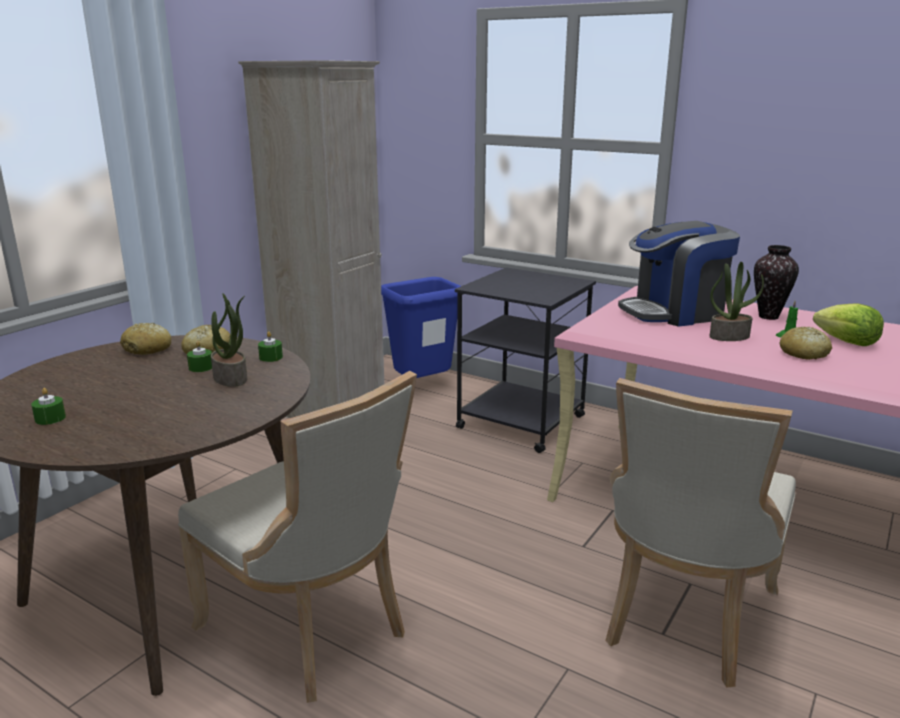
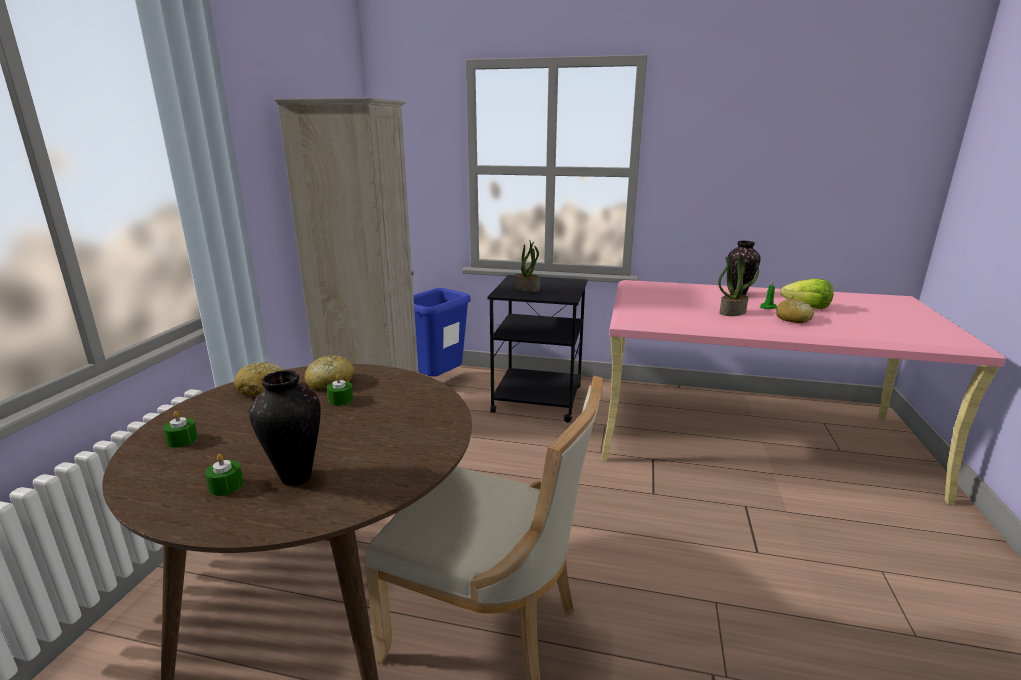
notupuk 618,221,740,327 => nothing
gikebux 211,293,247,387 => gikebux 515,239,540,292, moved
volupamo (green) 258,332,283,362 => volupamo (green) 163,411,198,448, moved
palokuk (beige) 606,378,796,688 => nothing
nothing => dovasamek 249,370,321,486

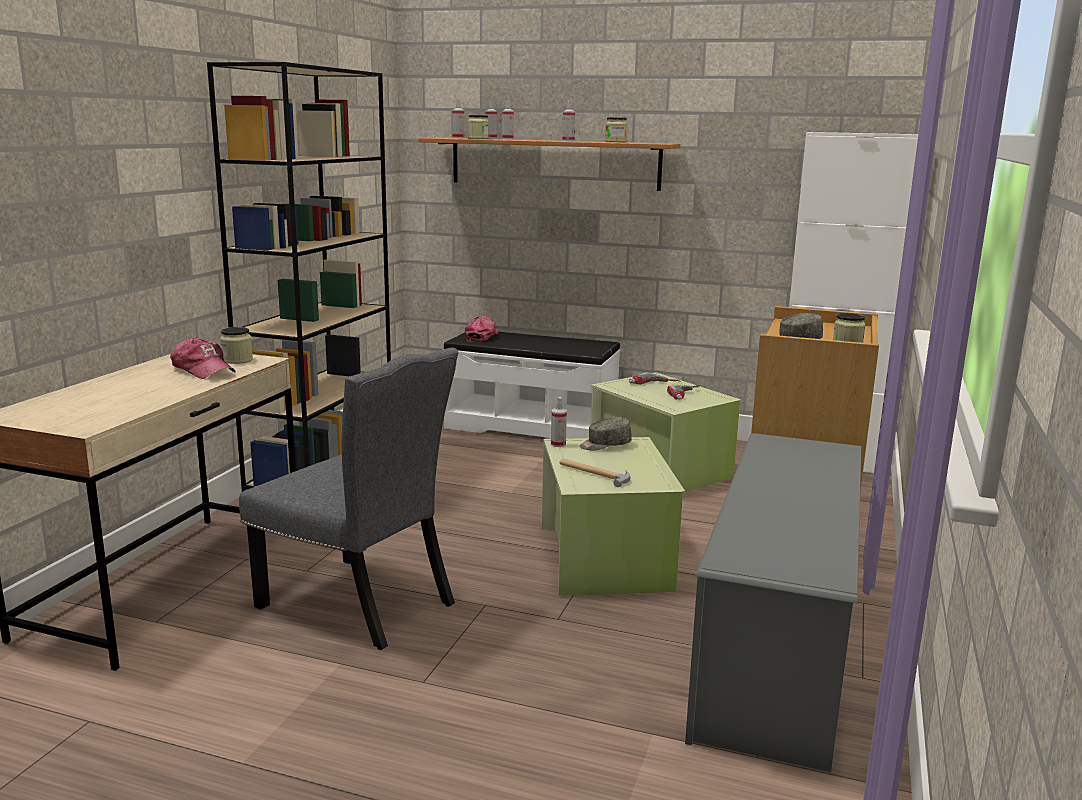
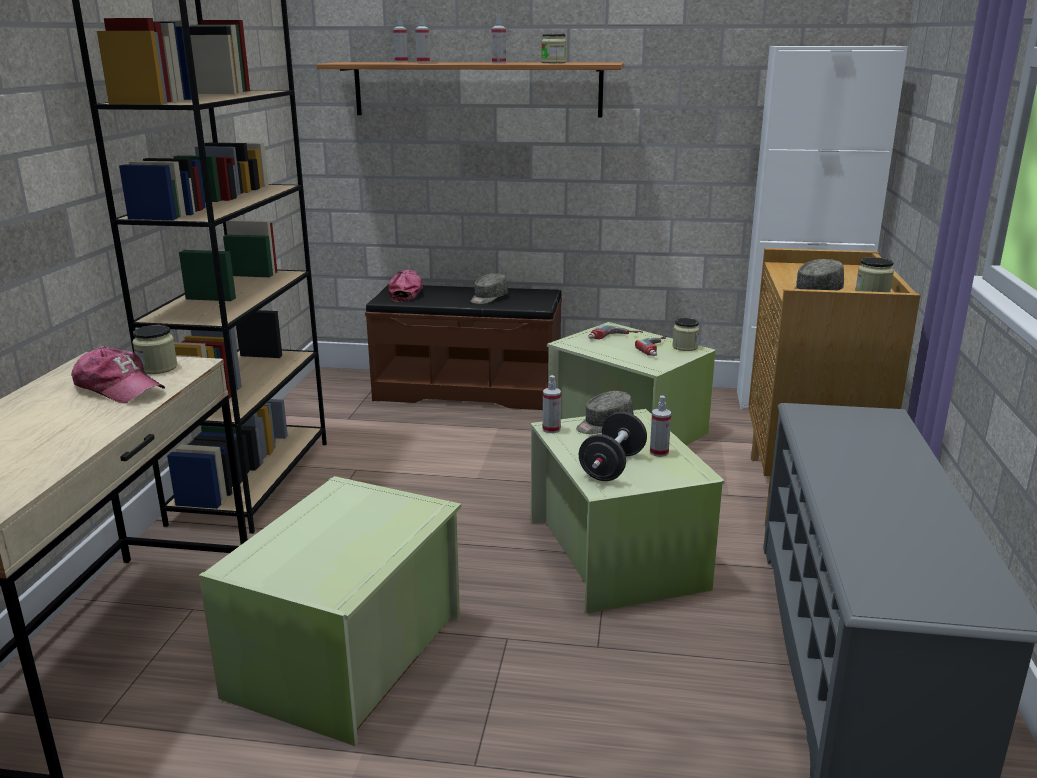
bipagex 452,99,464,138 => bipagex 650,396,671,457, moved
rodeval 468,115,489,139 => rodeval 672,318,700,351, moved
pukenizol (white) 444,332,620,439 => pukenizol (brown) 365,285,562,410
palokuk (grey) 239,347,458,650 => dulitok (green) 199,476,461,746
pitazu 559,458,631,487 => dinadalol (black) 579,412,647,481
nothing => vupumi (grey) 470,273,508,304

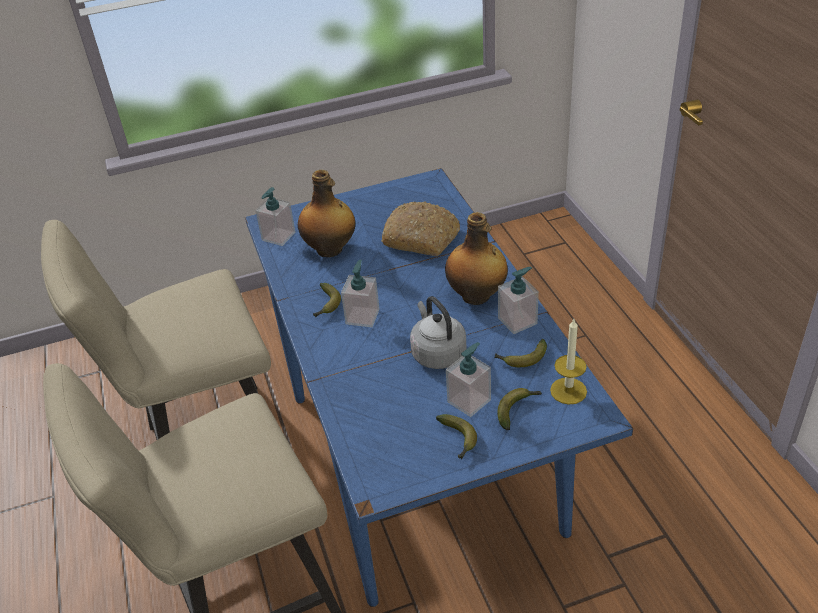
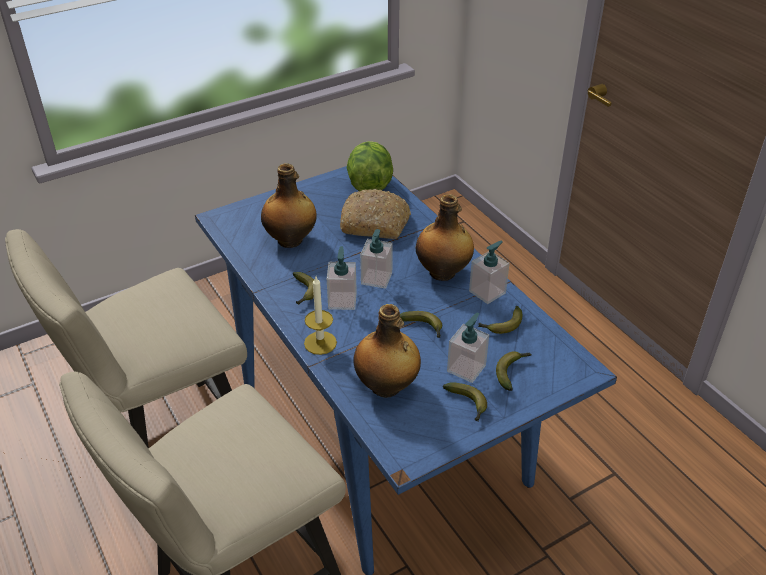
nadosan 255,187,295,246 => nadosan 360,229,393,289, moved
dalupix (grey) 410,296,466,369 => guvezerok 400,311,442,338
volupamo 550,319,587,405 => volupamo 304,277,337,355, moved
nothing => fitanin 347,141,393,191
nothing => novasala 354,304,421,398

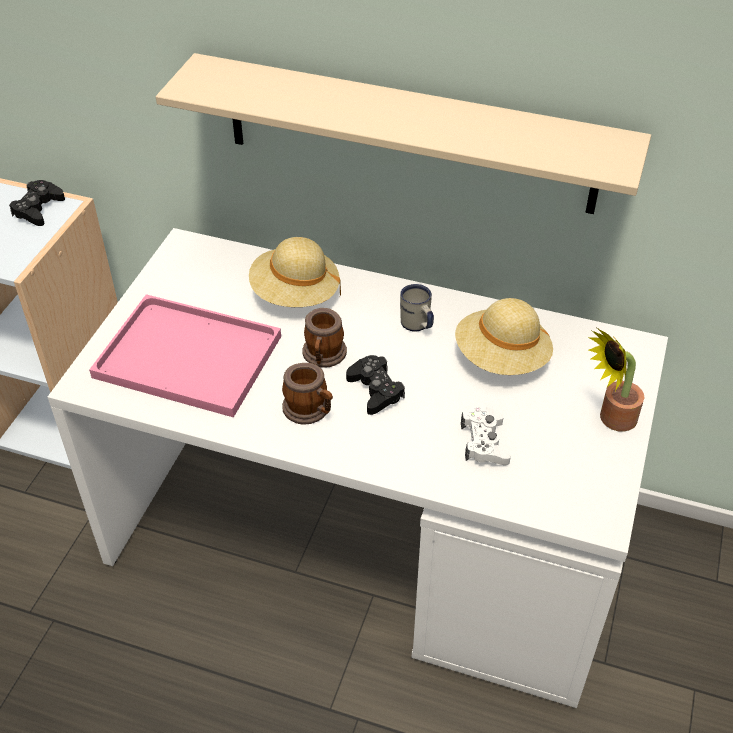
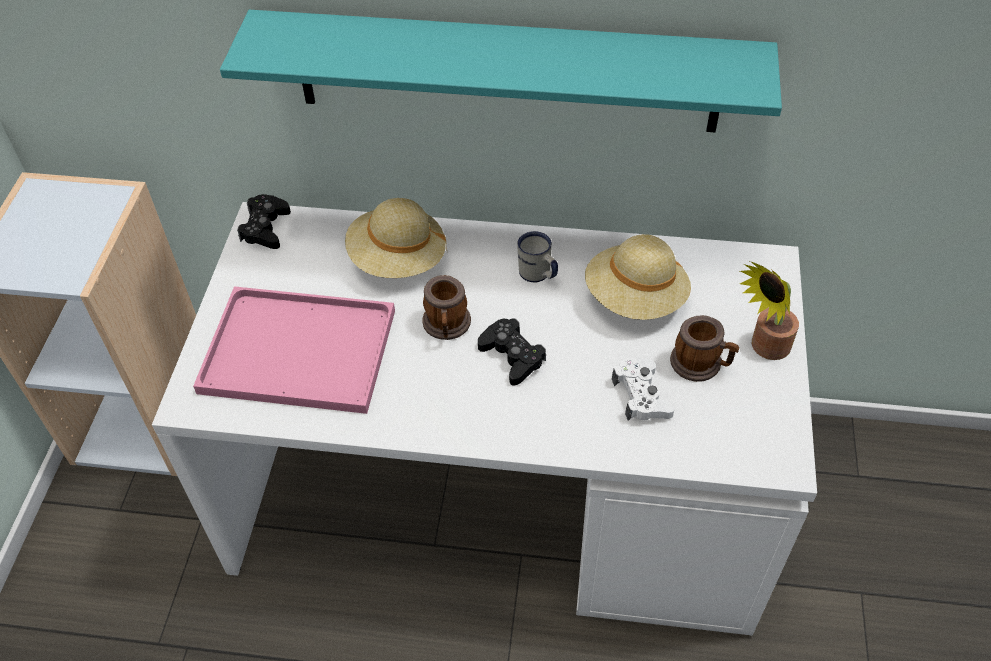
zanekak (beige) 156,53,651,214 => zanekak (turquoise) 220,10,782,132
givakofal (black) 9,180,65,226 => givakofal (black) 237,194,291,249, moved
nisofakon 282,363,333,425 => nisofakon 670,315,739,382, moved

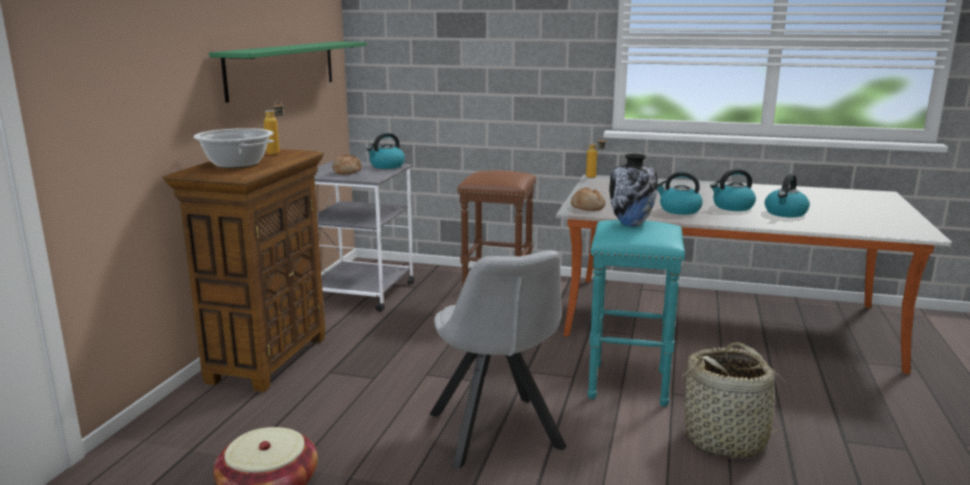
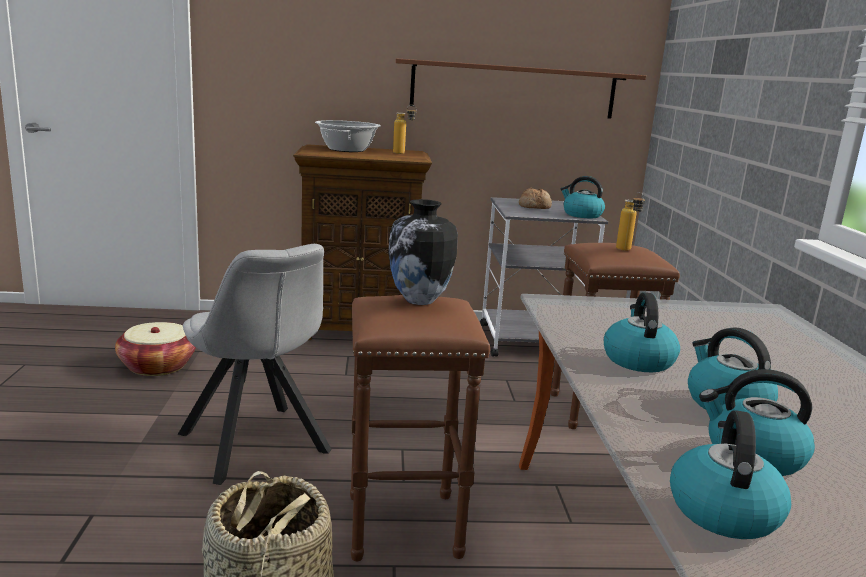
zanekak (green) 209,42,367,103 => zanekak (brown) 395,58,646,119
novasala 586,136,607,178 => novasala 616,192,645,251, moved
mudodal 571,187,606,211 => nothing
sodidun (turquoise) 588,220,685,407 => sodidun (brown) 350,295,490,561
palokuk (grey) 429,250,567,469 => palokuk (grey) 177,244,332,485, 90 degrees counterclockwise
nothing => dalupix 670,410,791,539

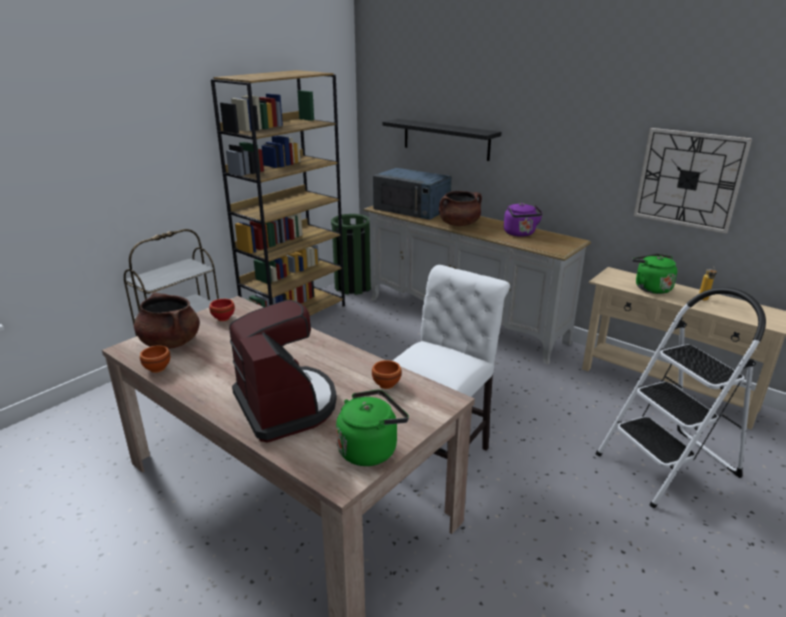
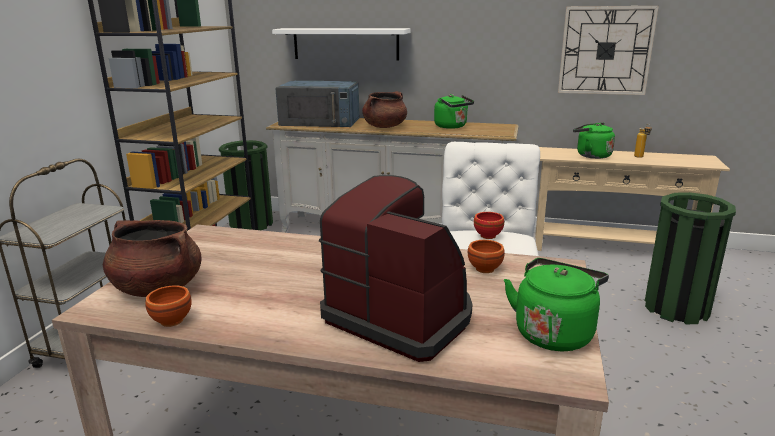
zanekak (black) 382,119,501,161 => zanekak (white) 272,28,411,61
dalupix (purple) 504,203,543,237 => dalupix (green) 434,94,474,129
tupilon 596,288,766,508 => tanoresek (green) 645,192,736,324
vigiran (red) 209,299,235,321 => vigiran (red) 474,212,504,239, moved

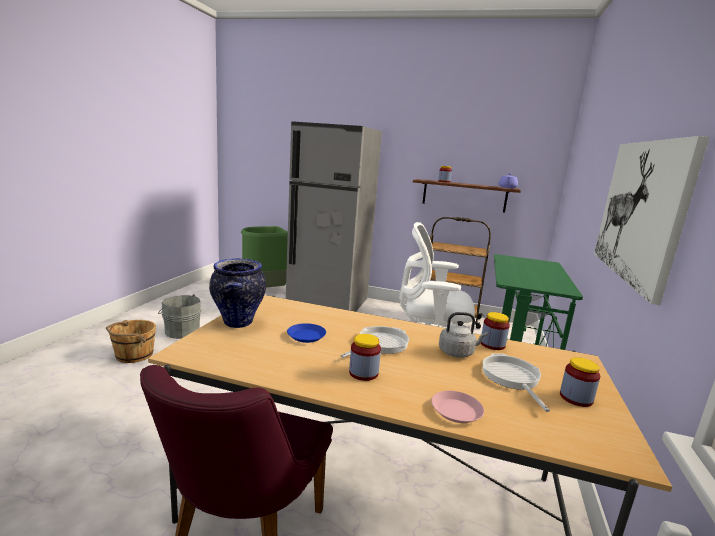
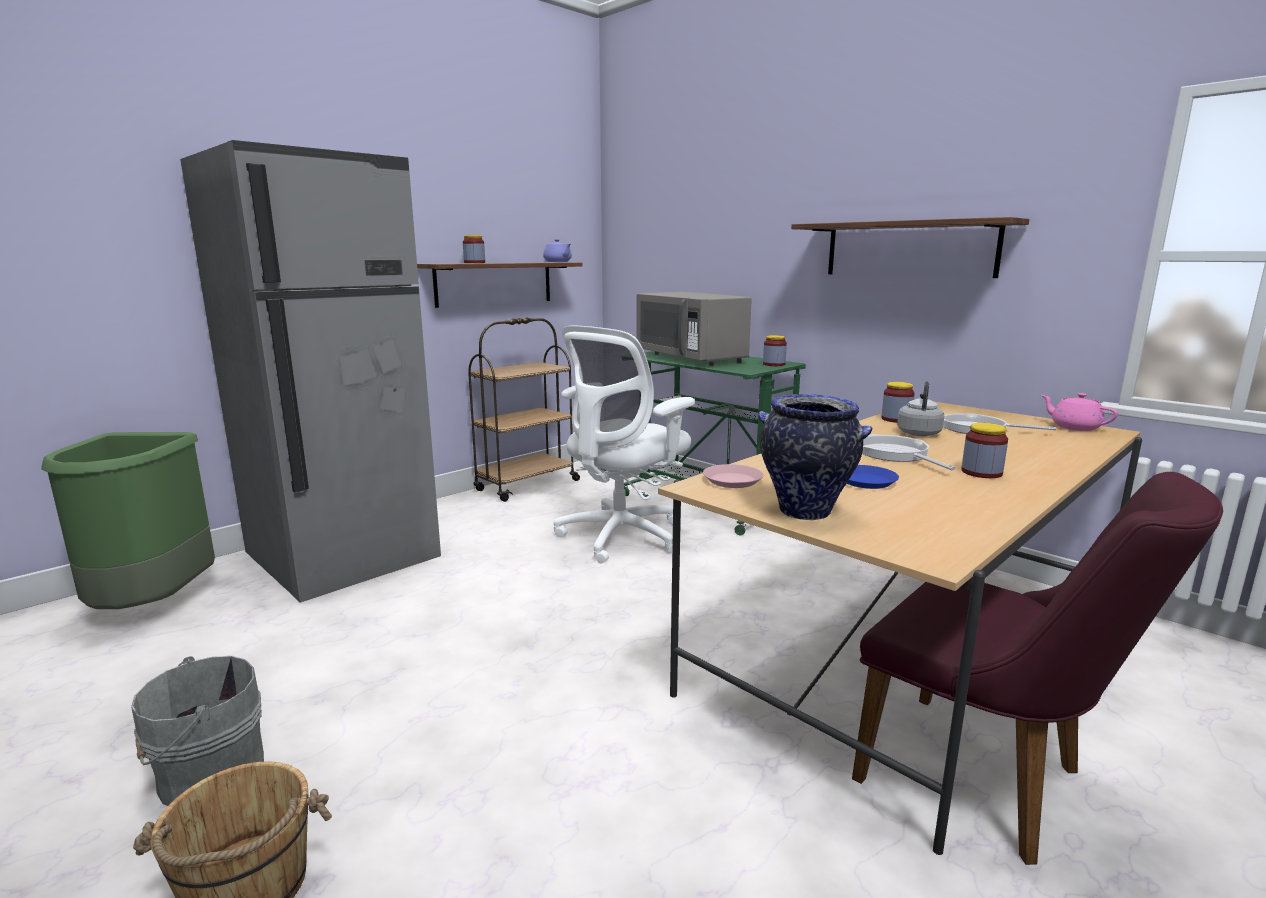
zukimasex 594,136,709,305 => zanekak 791,217,1029,278
rodeval 560,357,600,407 => rodeval 763,335,787,366, moved
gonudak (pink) 431,391,484,423 => gonudak (pink) 703,464,764,488, moved
nothing => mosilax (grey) 637,292,752,366
nothing => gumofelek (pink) 1041,393,1118,431

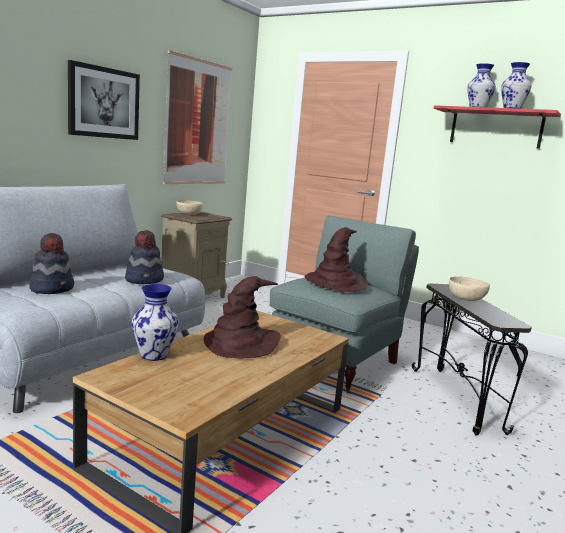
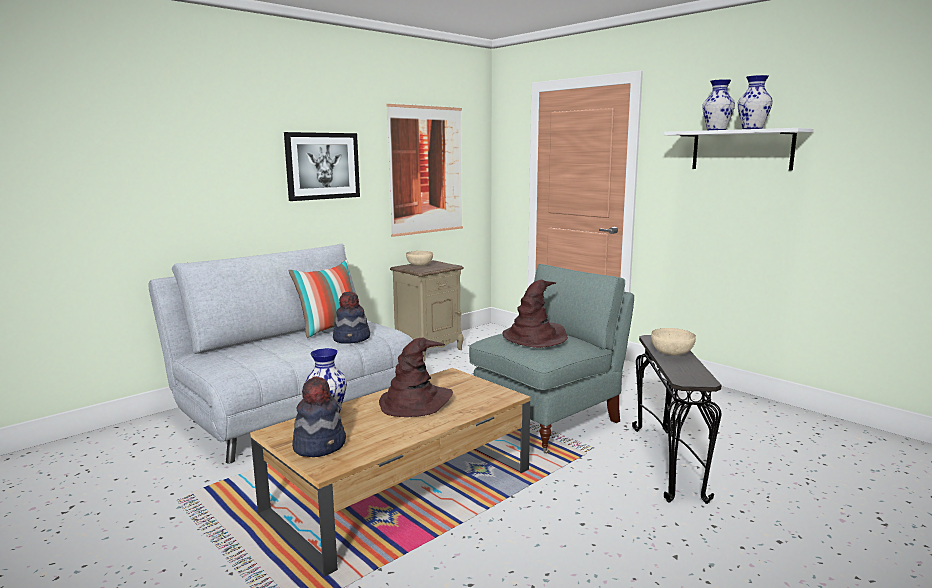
zanekak (red) 434,105,561,149 => zanekak (white) 664,128,814,171
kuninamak 29,233,74,294 => kuninamak 292,376,346,457, moved
nothing => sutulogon 288,260,353,338

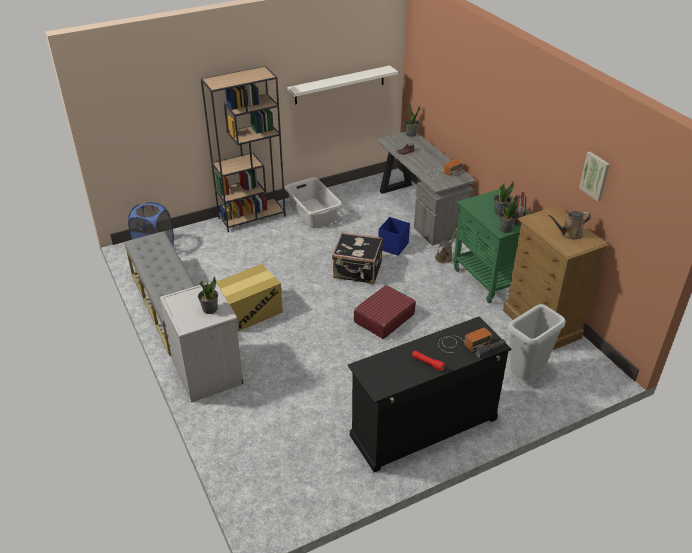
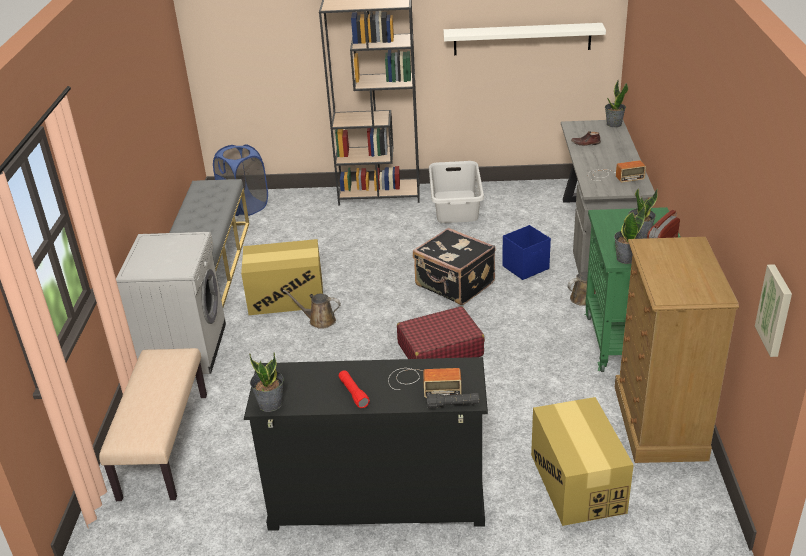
zukimasex 579,152,610,201 => zukimasex 755,264,792,357, moved
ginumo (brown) 548,211,591,240 => ginumo (brown) 283,290,341,329, moved
gikebux 198,276,218,314 => gikebux 249,352,284,412, moved
tanoresek (grey) 508,304,566,379 => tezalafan 531,397,634,526
nothing => pukenizol (beige) 99,348,207,501

